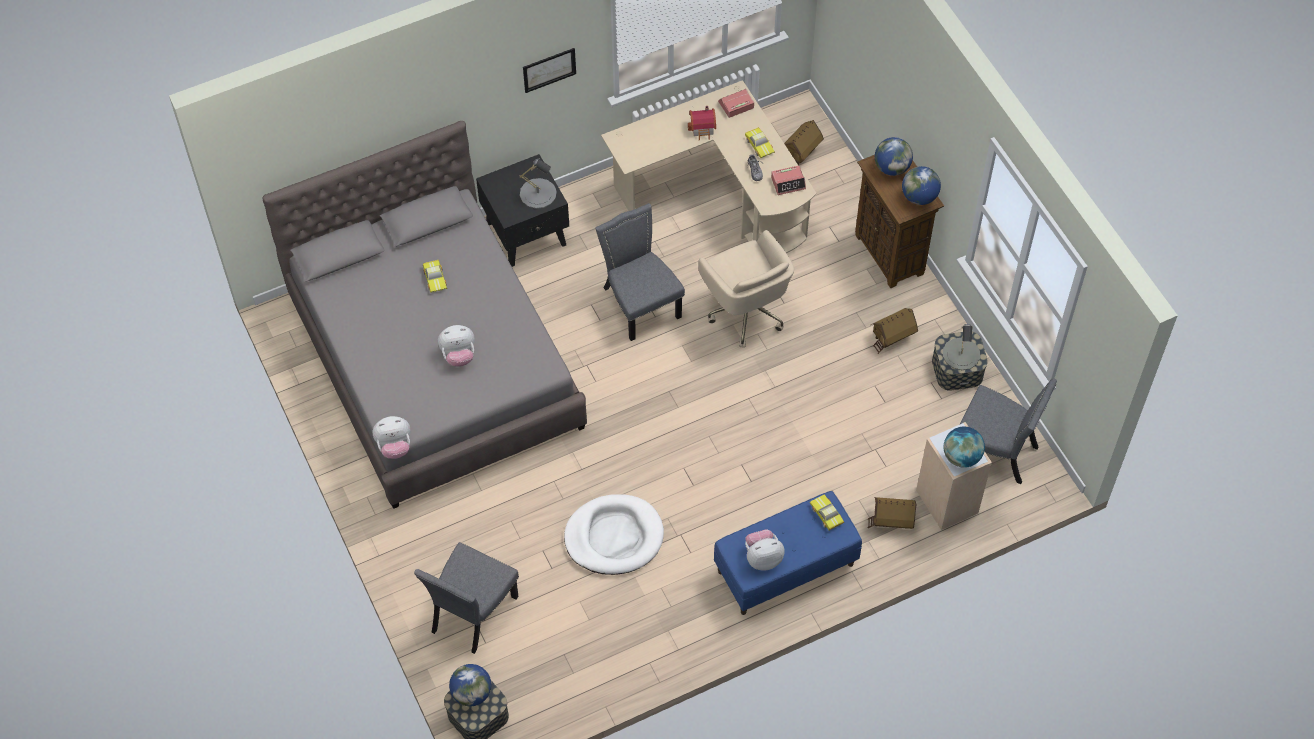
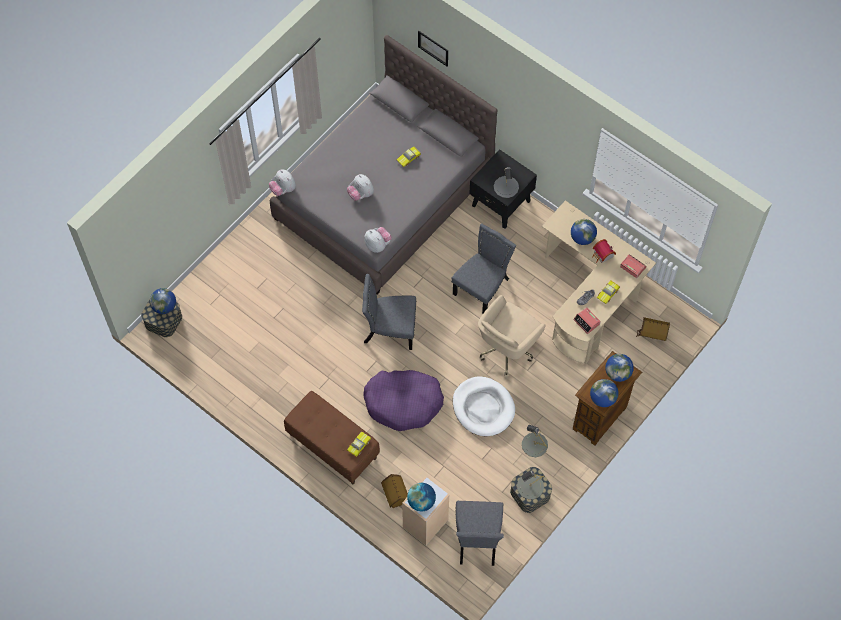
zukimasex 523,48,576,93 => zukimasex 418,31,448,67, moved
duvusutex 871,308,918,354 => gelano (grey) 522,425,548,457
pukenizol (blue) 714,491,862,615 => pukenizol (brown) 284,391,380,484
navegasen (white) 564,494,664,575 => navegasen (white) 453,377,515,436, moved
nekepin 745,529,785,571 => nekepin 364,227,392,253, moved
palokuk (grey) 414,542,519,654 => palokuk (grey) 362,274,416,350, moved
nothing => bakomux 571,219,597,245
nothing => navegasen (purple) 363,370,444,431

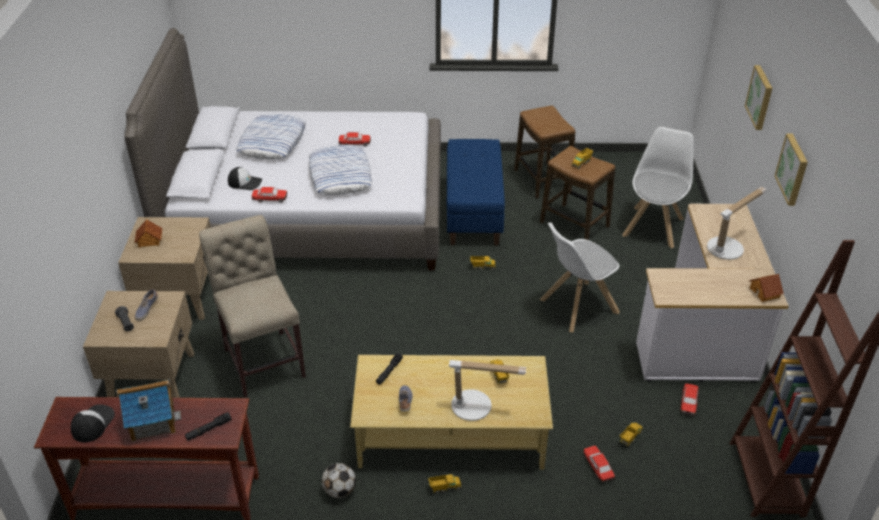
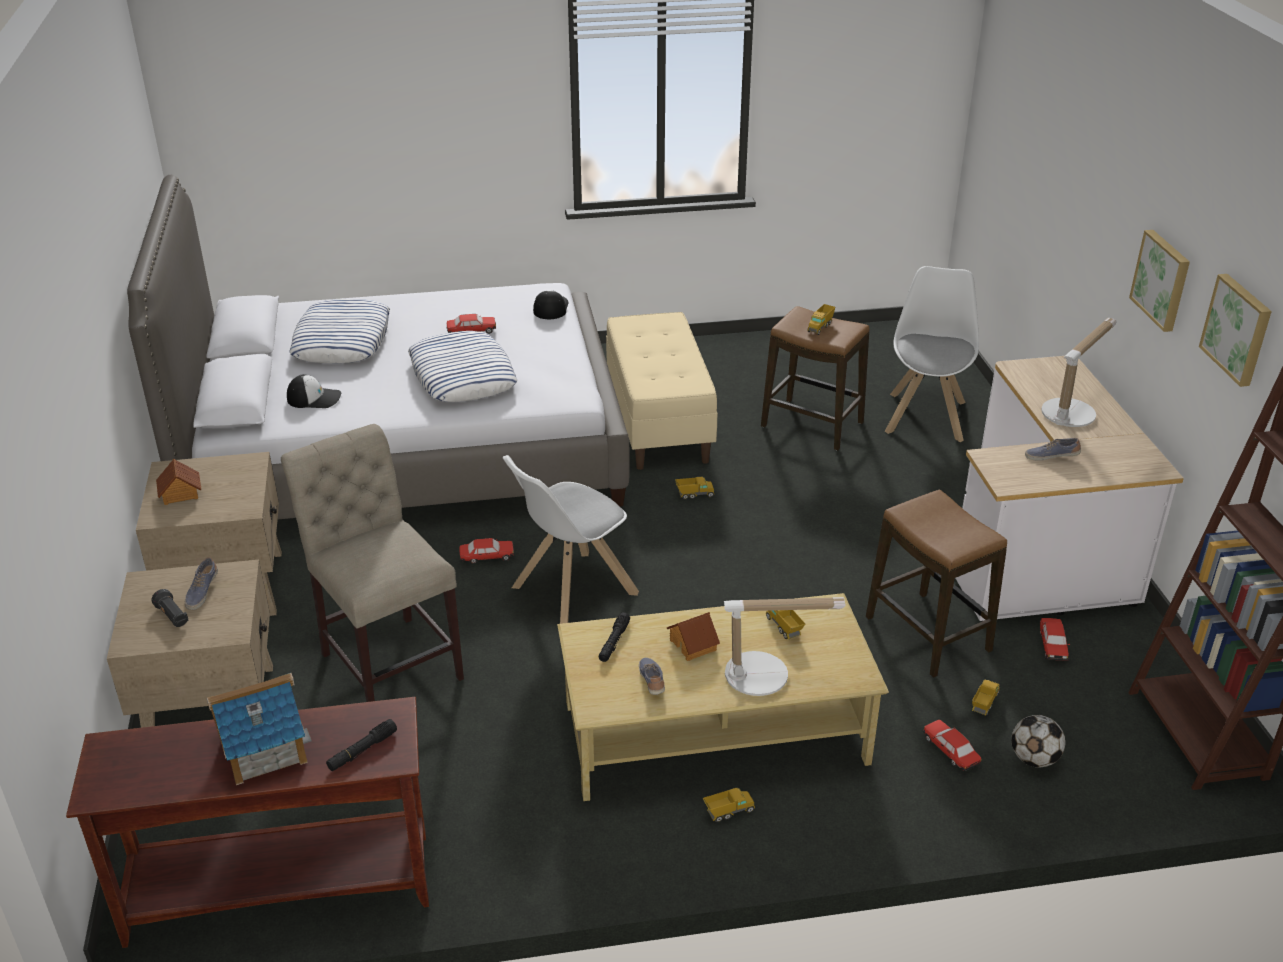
zukimasex 745,65,772,130 => zukimasex 1199,274,1272,387, moved
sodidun 514,105,575,199 => sodidun 866,489,1007,678, moved
pukenizol (blue) 447,139,505,246 => pukenizol (beige) 606,312,718,470
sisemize 252,187,287,203 => sisemize 459,538,514,564, moved
palokuk 540,222,620,333 => palokuk 503,455,639,624, moved
duvusutex 749,274,784,302 => duvusutex 667,612,720,661, moved
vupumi 71,404,115,442 => vupumi 533,290,568,319, moved
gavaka 321,463,356,498 => gavaka 1011,715,1066,767, moved
nothing => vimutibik 1025,438,1081,461

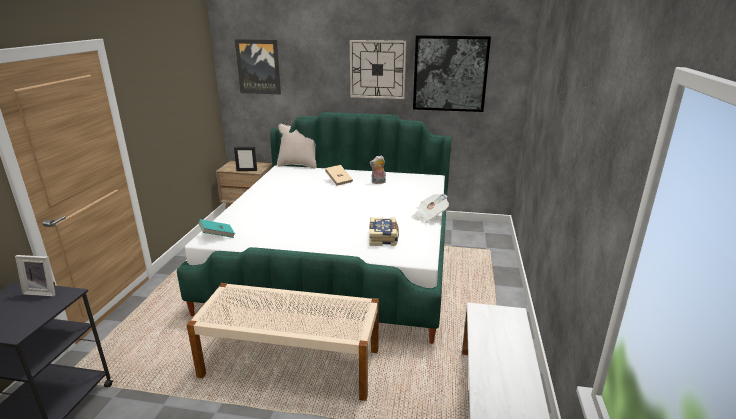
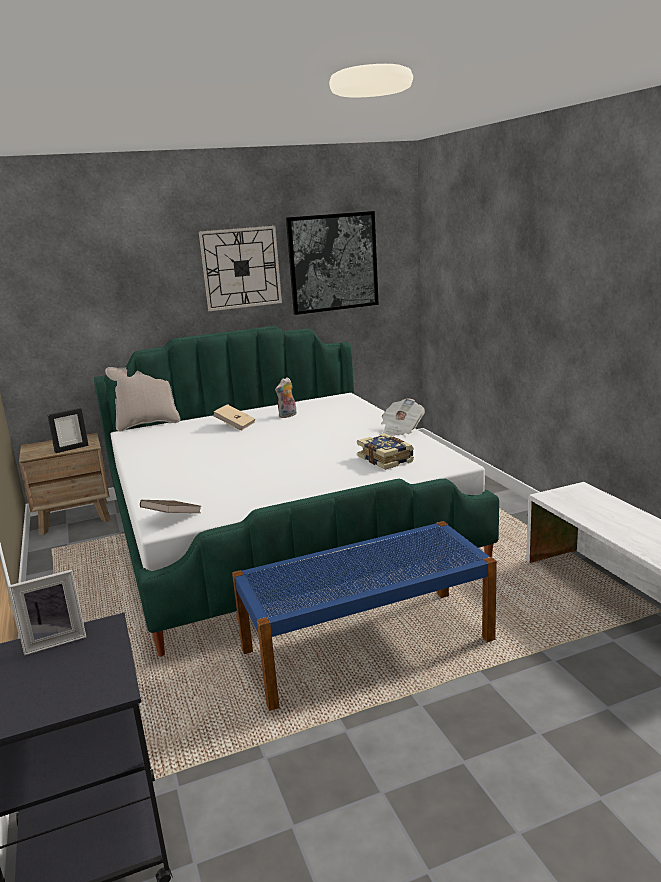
zukimasex 235,39,281,94 => nothing
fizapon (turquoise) 198,219,235,238 => fizapon (brown) 140,500,201,513
pukenizol (beige) 187,283,379,401 => pukenizol (blue) 232,521,497,711

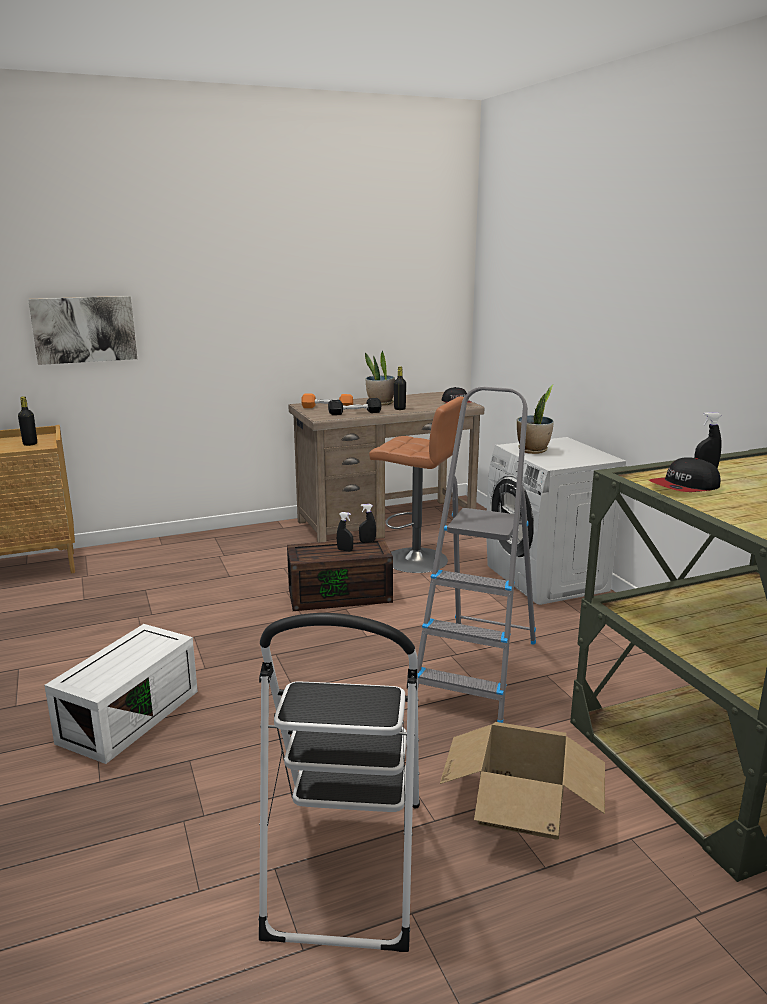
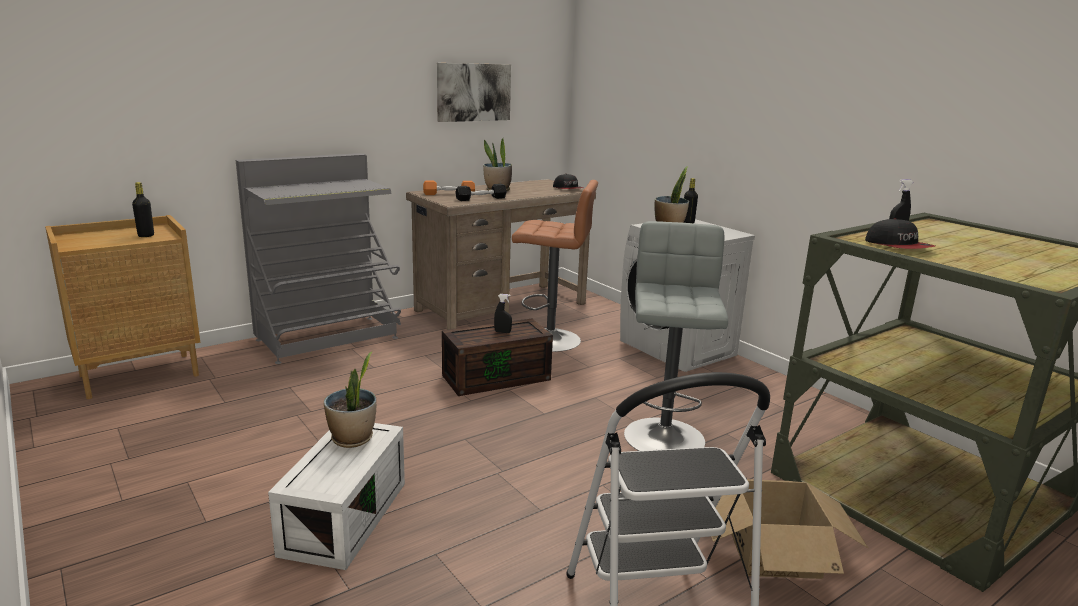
zukimasex 28,296,137,365 => zukimasex 437,63,511,122, moved
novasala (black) 394,367,406,410 => novasala (black) 684,178,698,223, moved
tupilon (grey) 417,387,536,723 => sodidun (grey) 624,221,728,451
vupumi 649,457,720,492 => vupumi 865,218,935,249, 75 degrees counterclockwise
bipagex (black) 359,504,376,542 => nothing
nothing => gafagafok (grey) 236,153,401,364
nothing => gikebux 324,352,376,448

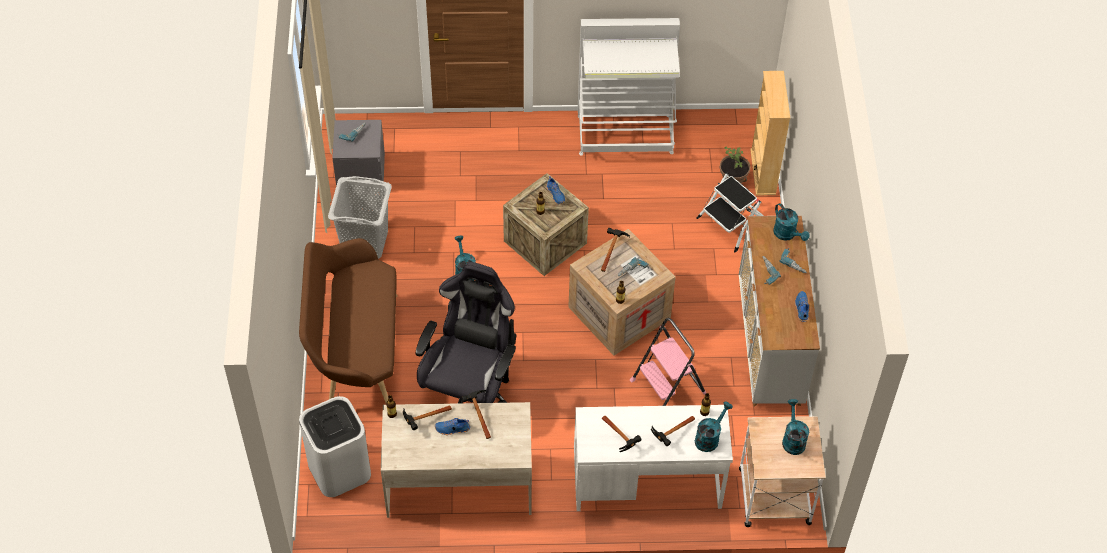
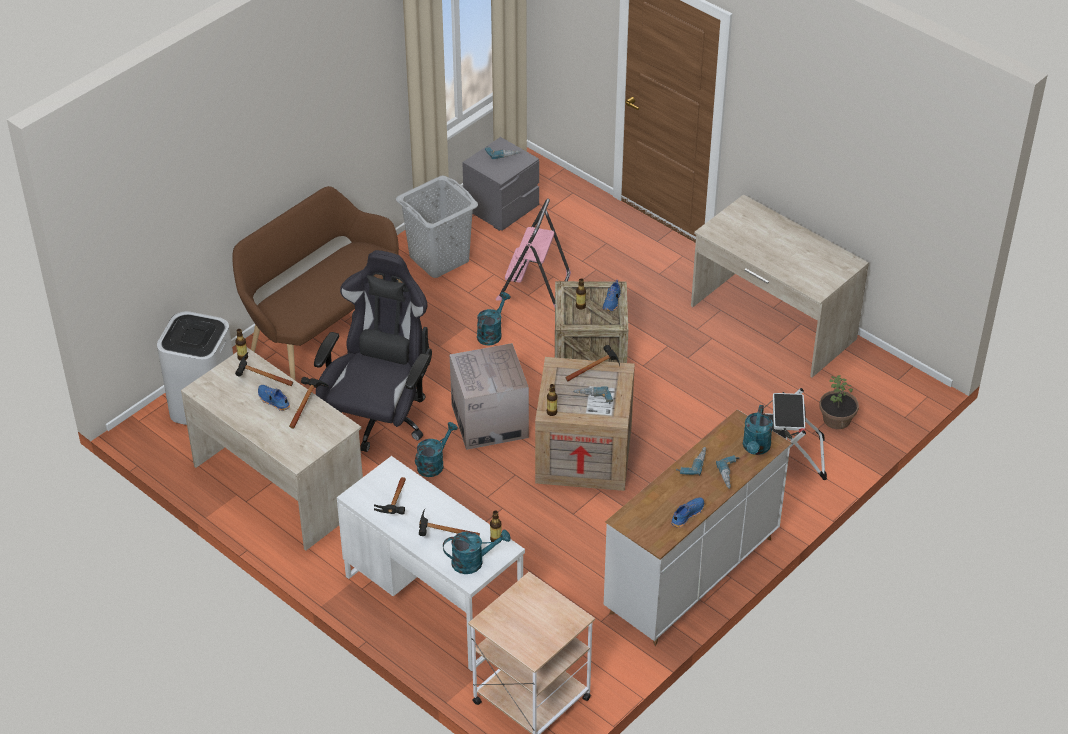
gafagafok (white) 578,18,680,156 => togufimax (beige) 691,194,869,377
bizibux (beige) 750,71,790,195 => nothing
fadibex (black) 415,262,516,403 => fadibex (black) 314,250,432,452, 45 degrees counterclockwise
tupilon (pink) 630,318,706,406 => tupilon (pink) 496,198,571,308, moved
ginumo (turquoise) 782,399,809,455 => ginumo (turquoise) 415,422,458,477, moved
nothing => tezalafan 450,343,529,450

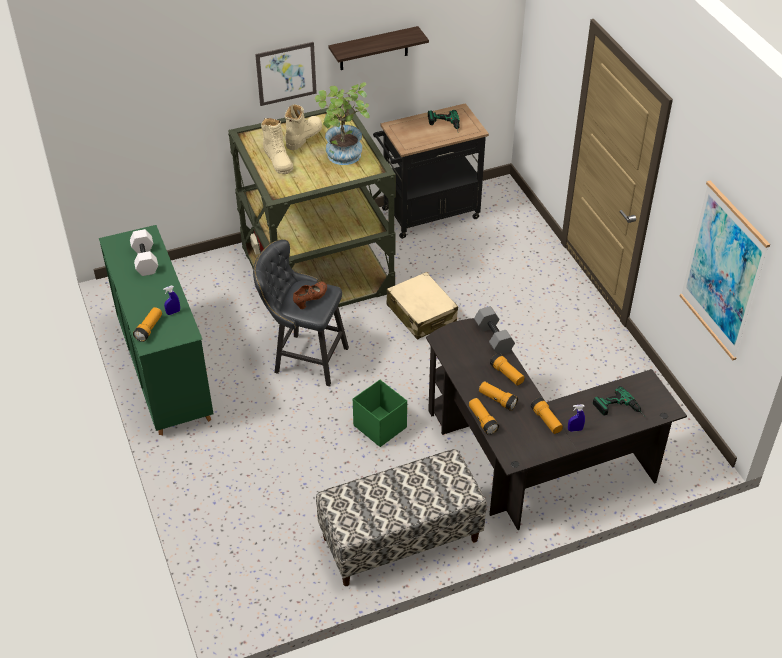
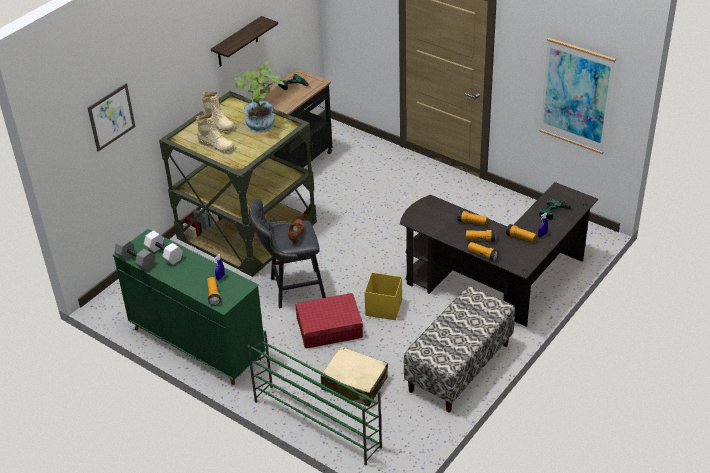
zukimasex 255,42,317,106 => zukimasex 88,83,135,152, moved
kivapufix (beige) 285,104,322,150 => kivapufix (beige) 202,92,235,133, 135 degrees clockwise
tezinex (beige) 386,272,458,340 => tezinex (beige) 321,346,388,407, moved
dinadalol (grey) 474,306,515,355 => dinadalol (grey) 114,238,155,271, moved
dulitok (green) 353,380,407,447 => dulitok (yellow) 364,272,402,320
nothing => tezinex (red) 295,293,363,348
nothing => gafagafok (green) 247,330,382,465

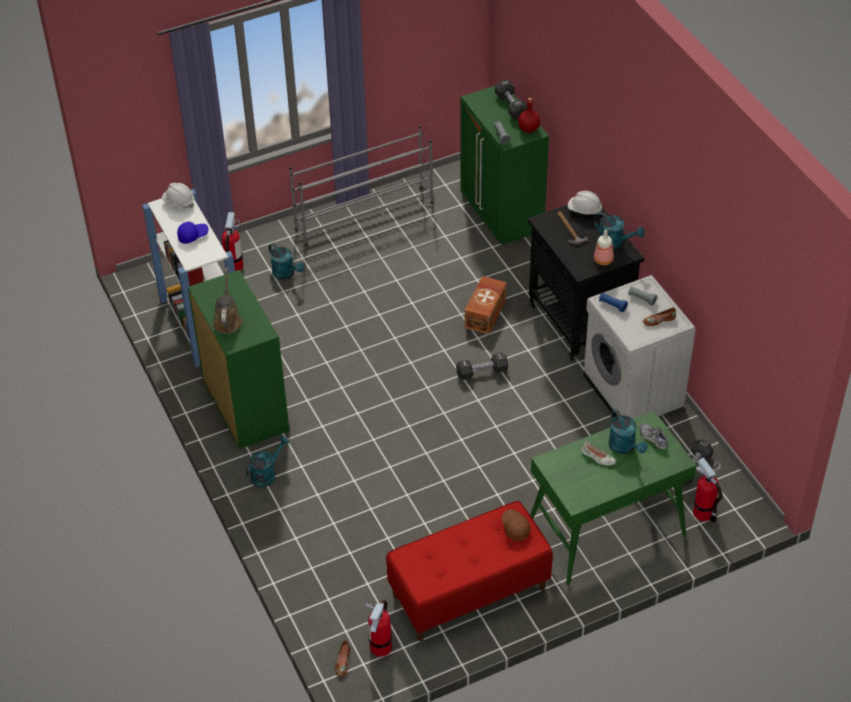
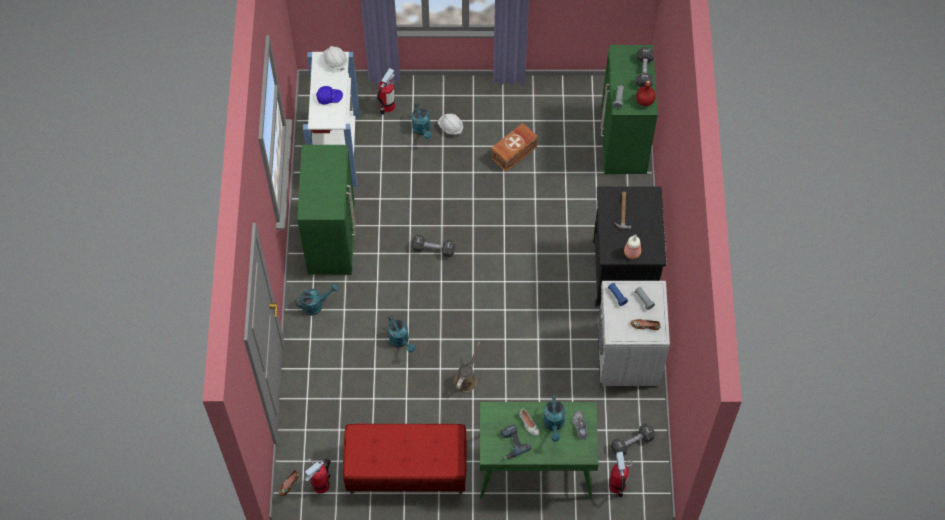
gafagafok (grey) 289,125,433,246 => nothing
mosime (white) 568,191,602,214 => mosime (white) 438,114,463,135, moved
ginumo (turquoise) 594,212,645,250 => ginumo (turquoise) 388,316,415,353, moved
ginumo (brown) 213,267,242,334 => ginumo (brown) 453,341,480,392, moved
dulitok (brown) 465,276,506,334 => dulitok (brown) 491,123,538,172, moved
dinadalol (black) 456,353,508,380 => dinadalol (black) 412,235,455,257, moved
vupumi (brown) 501,509,530,541 => nothing
nothing => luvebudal 500,424,532,459

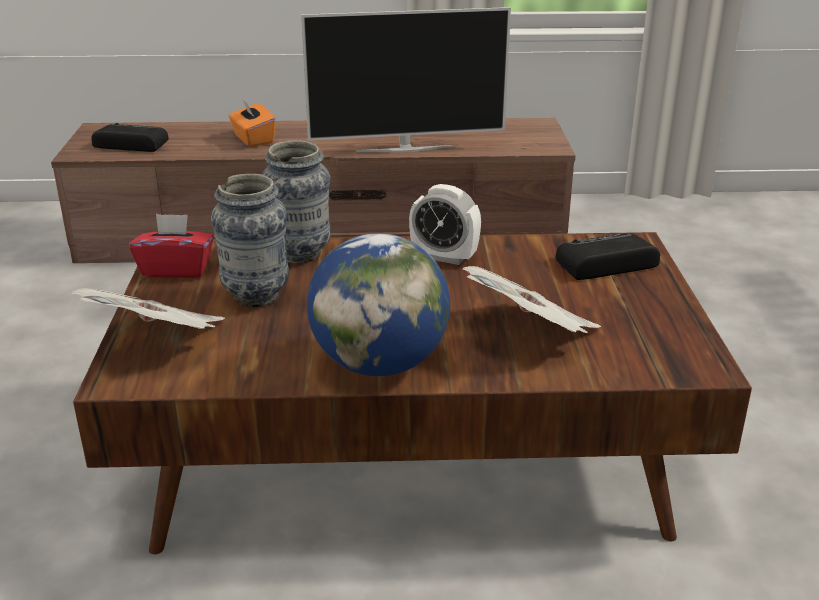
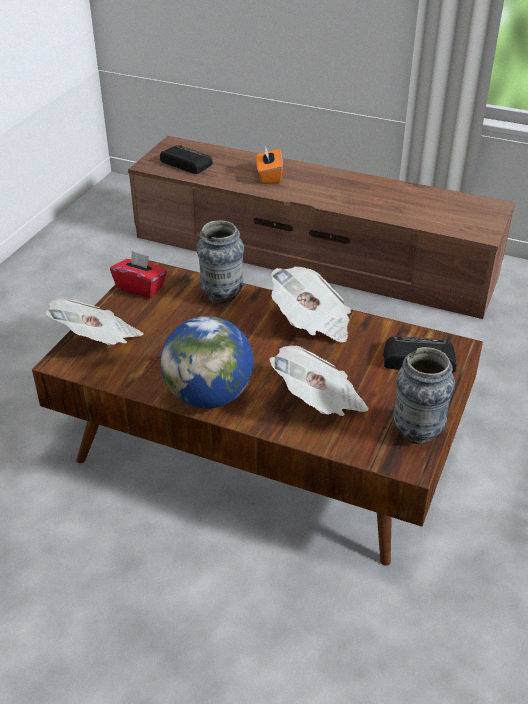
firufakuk 301,7,511,152 => nothing
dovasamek 211,174,289,307 => dovasamek 393,347,455,444, moved
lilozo 409,184,481,265 => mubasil 271,267,351,343

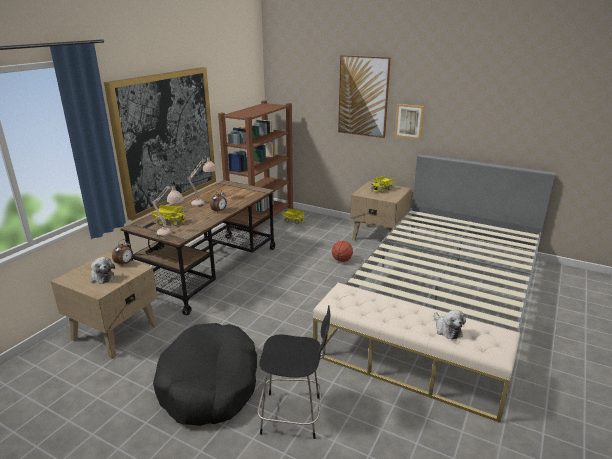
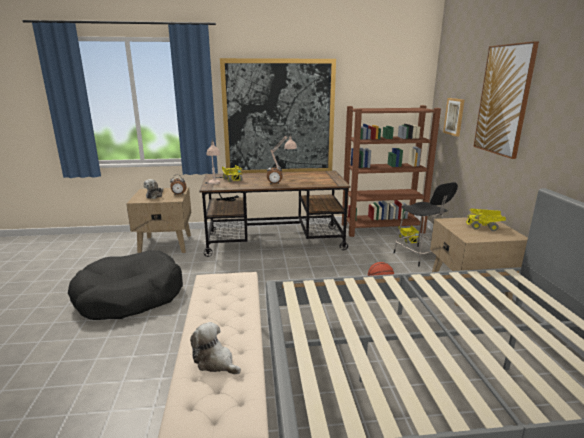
zukimasex 395,104,424,140 => zukimasex 443,98,465,137, moved
palokuk (black) 258,305,330,439 => palokuk (black) 394,182,458,266, moved
nekepin 434,310,466,340 => nekepin 190,322,241,375, 90 degrees clockwise

